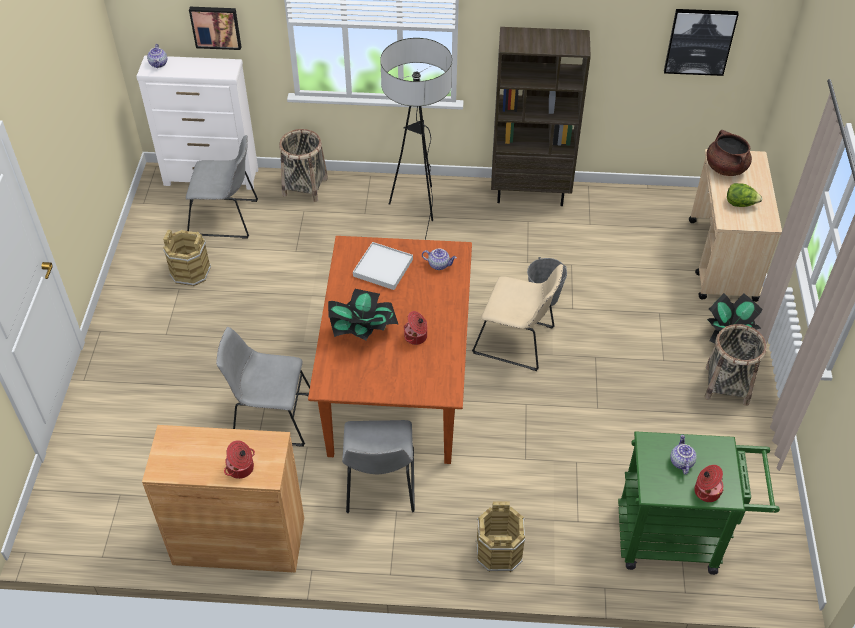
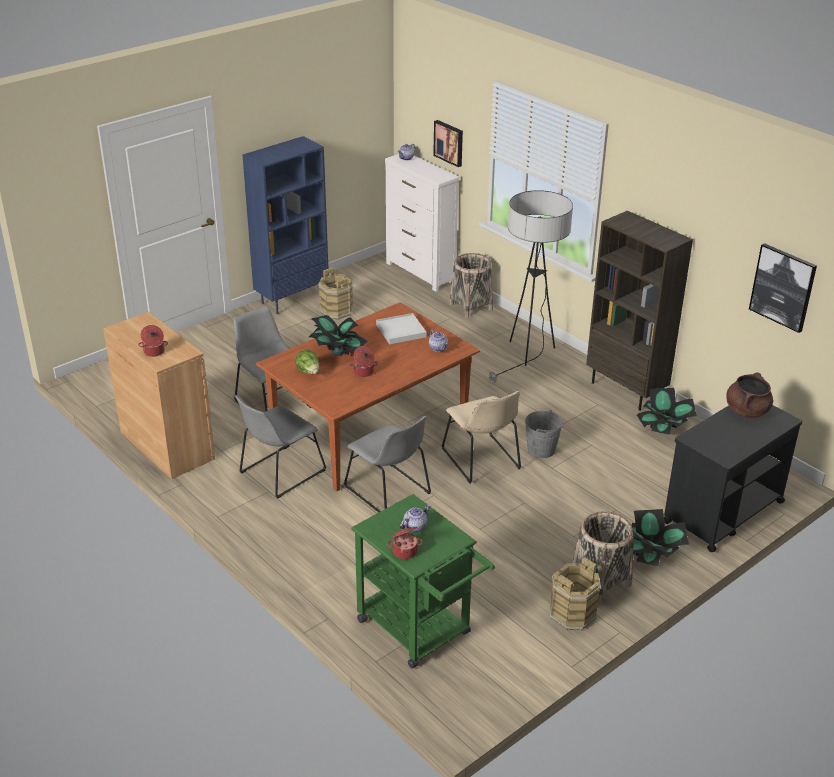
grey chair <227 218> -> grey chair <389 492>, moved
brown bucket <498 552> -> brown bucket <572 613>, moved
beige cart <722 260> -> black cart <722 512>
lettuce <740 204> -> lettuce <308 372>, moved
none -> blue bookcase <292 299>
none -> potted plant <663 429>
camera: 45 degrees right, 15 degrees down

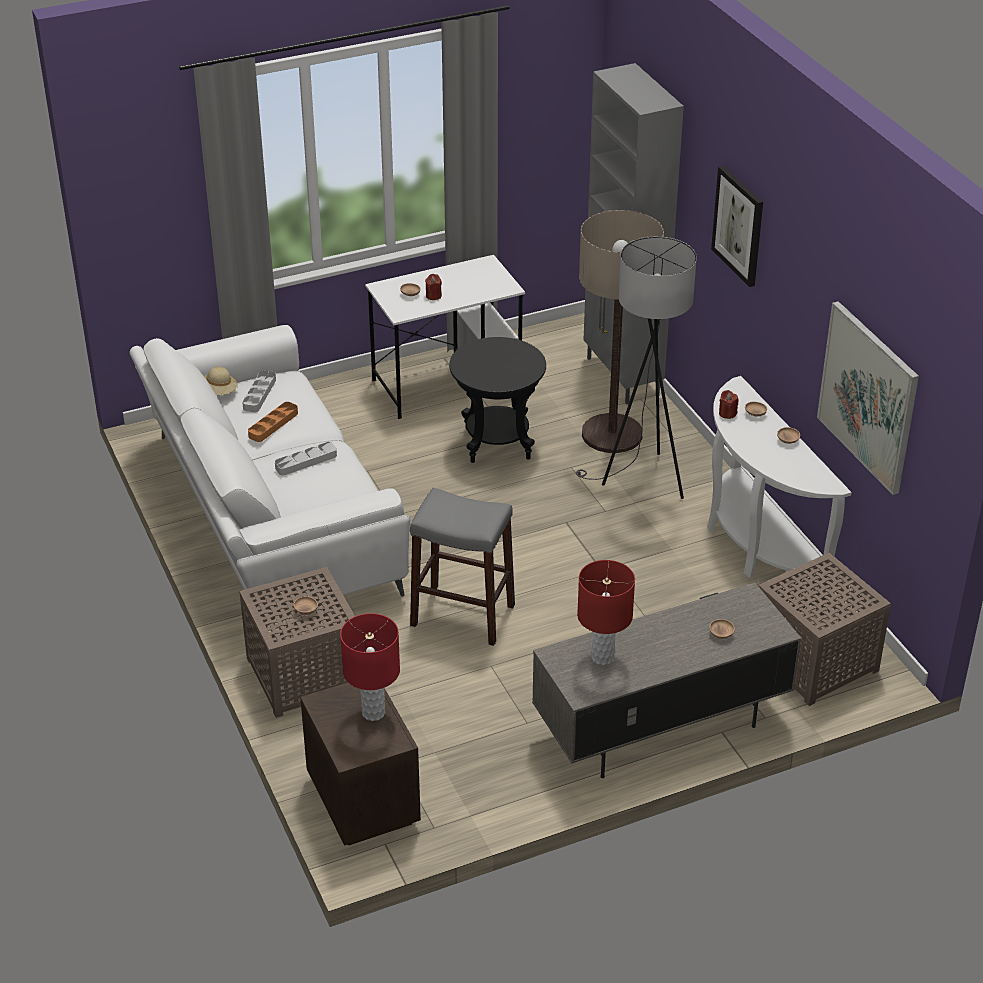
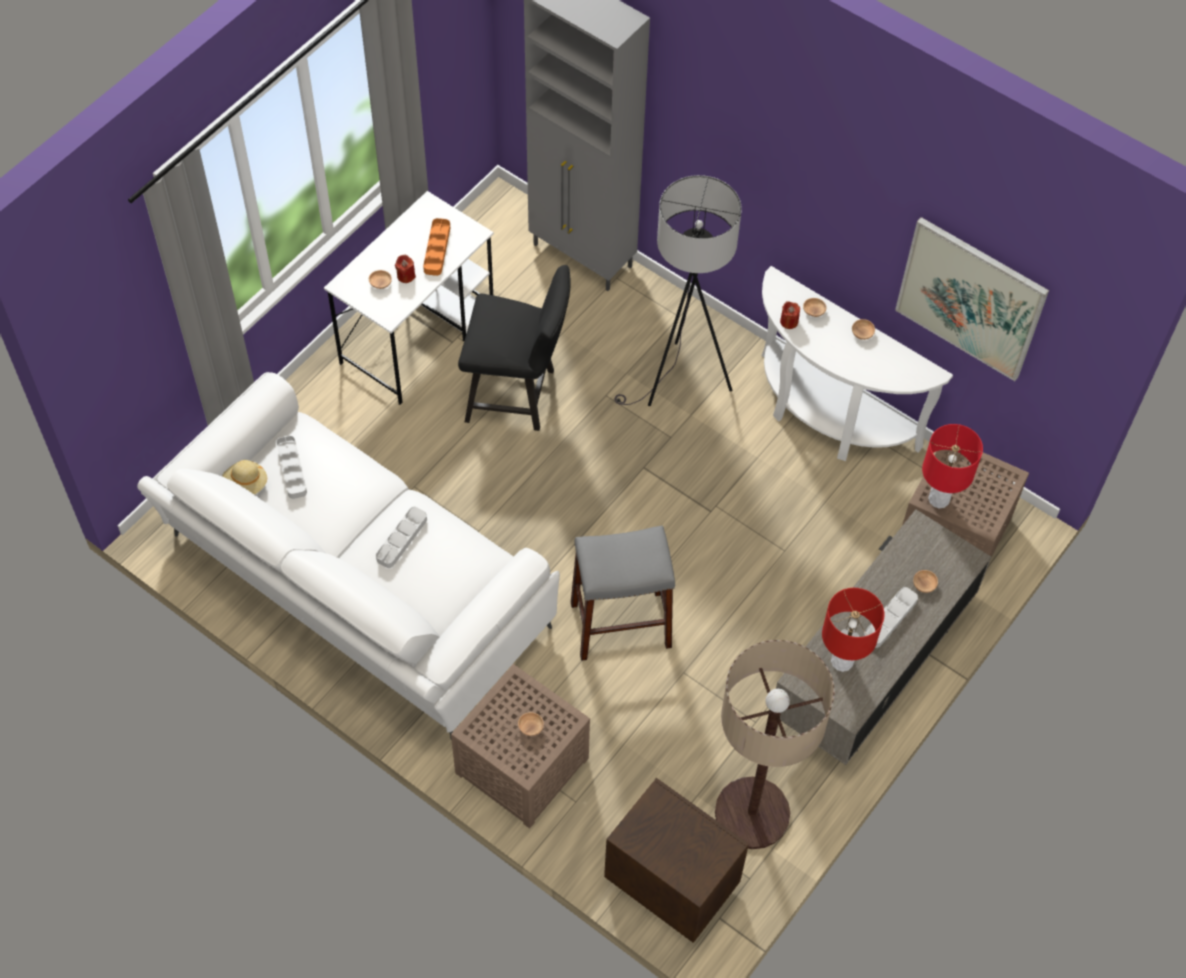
orange tray <273 424> -> orange tray <437 249>, moved
red table lamp <373 713> -> red table lamp <939 499>, moved
black side table <497 444> -> black chair <517 395>
floor lamp <612 434> -> floor lamp <752 813>, moved
picture <739 225> -> none
none -> grey tray <890 619>
camera: 30 degrees left, 20 degrees up

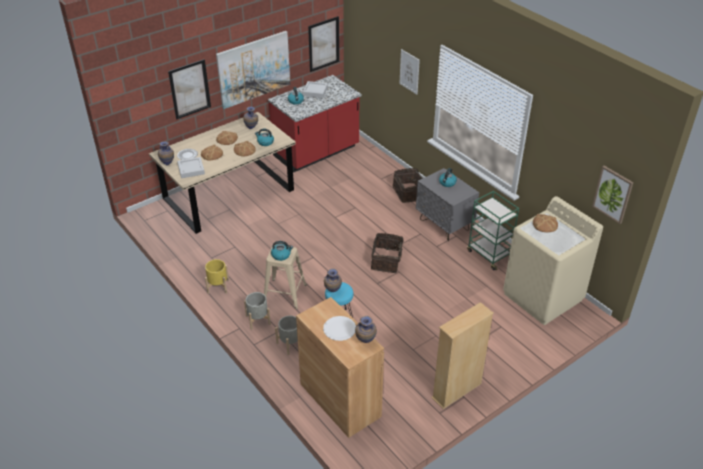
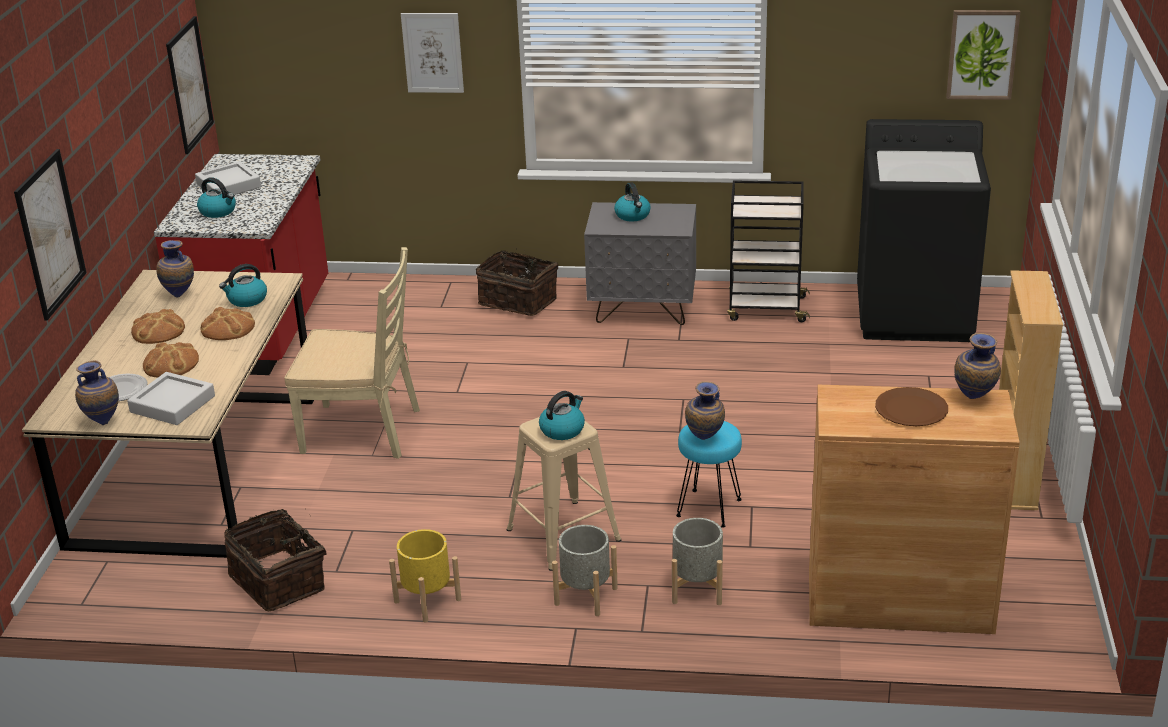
picture <254 69> -> none
white plate <339 329> -> brown plate <911 409>
basket <387 261> -> basket <280 581>, moved
green cart <489 254> -> black cart <765 308>
beige washing machine <543 297> -> black washing machine <915 314>
bread <545 224> -> none
none -> beige chair <362 431>
camera: 45 degrees left, 10 degrees down

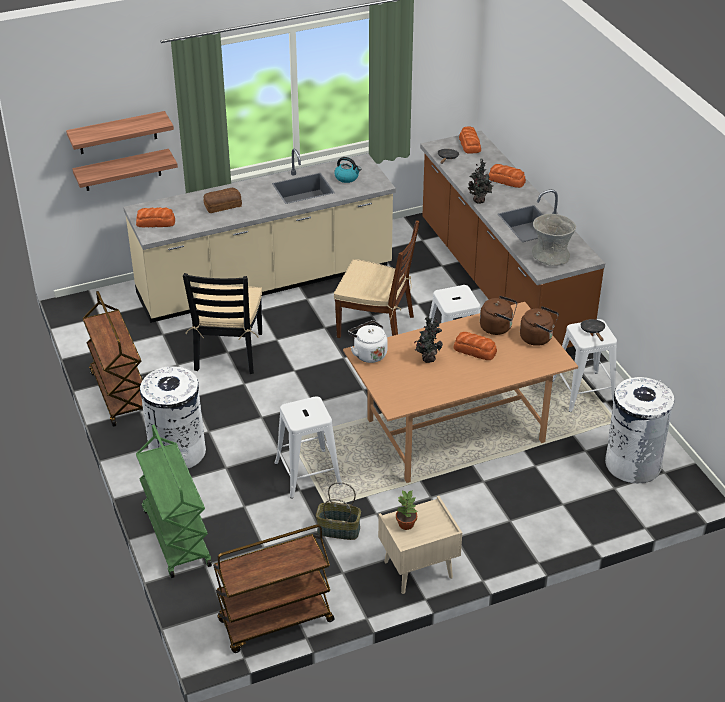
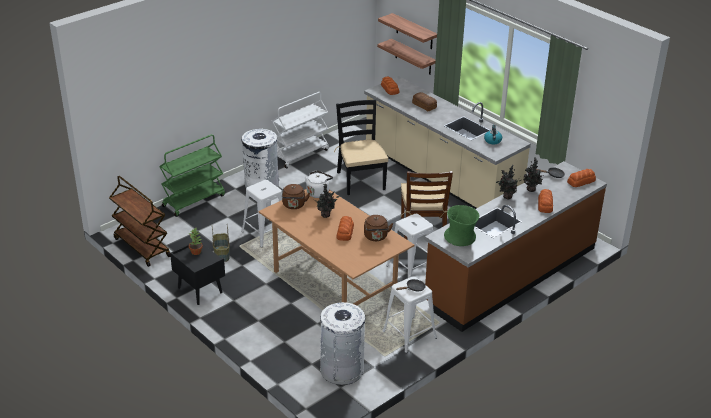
brown cart <119 394> -> white cart <300 154>
black chair <228 352> -> black chair <360 180>, 90 degrees clockwise
beige nightstand <417 570> -> black nightstand <199 290>
brown kettle <538 338> -> brown kettle <294 205>, moved
grey vase <551 255> -> green vase <460 237>
none -> potted plant <531 190>
camera: 70 degrees right, 5 degrees down

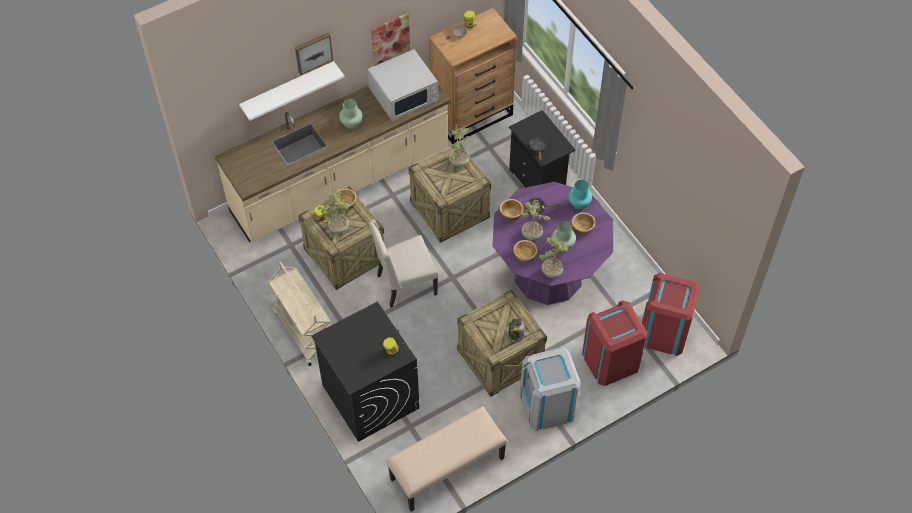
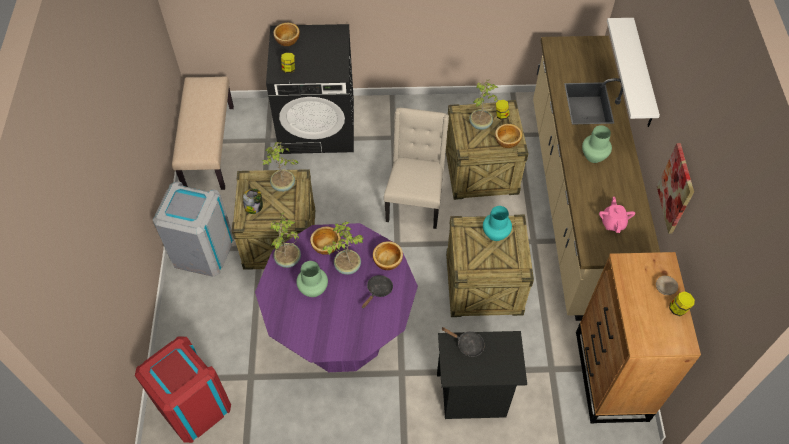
beige cart <304 331> -> none
picture <313 52> -> none
white microwave <404 94> -> pink teapot <613 223>
potted plant <459 161> -> potted plant <283 185>, moved
turquoise vase <579 203> -> turquoise vase <495 234>, moved
bowl <583 227> -> bowl <287 40>, moved
red trash can <610 361> -> none
camera: 120 degrees right, 0 degrees up

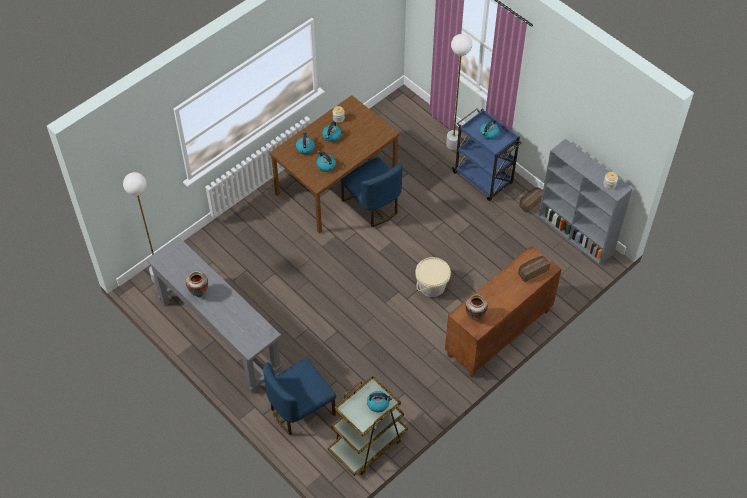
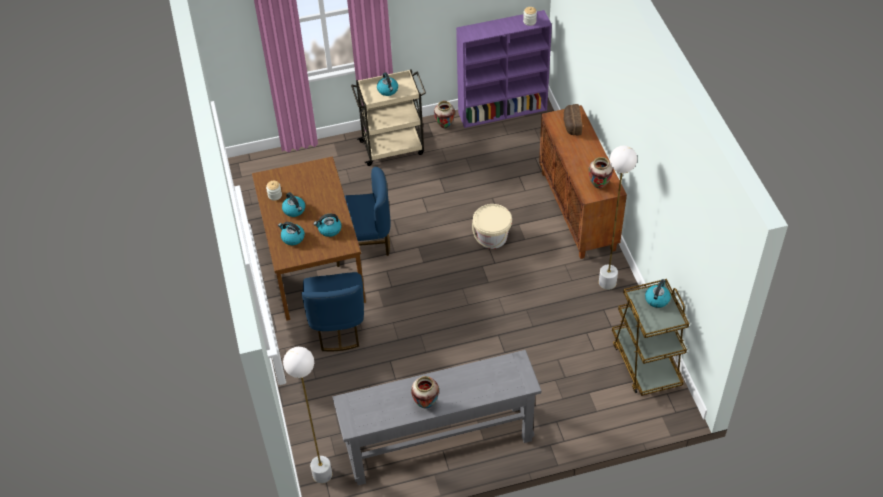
blue chair <300 409> -> blue chair <338 327>, moved
white floor lamp <453 144> -> white floor lamp <607 282>, moved
blue cart <483 179> -> beige cart <393 147>
bread <530 202> -> vase <445 126>
grey bookcase <576 234> -> purple bookcase <503 111>
camera: 60 degrees left, 5 degrees down

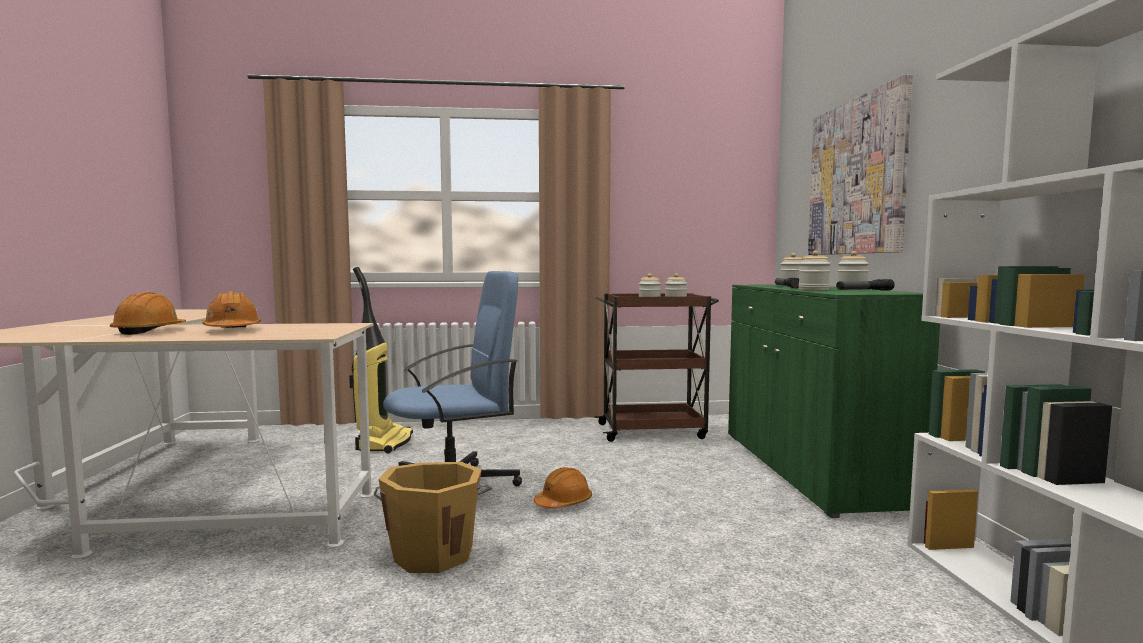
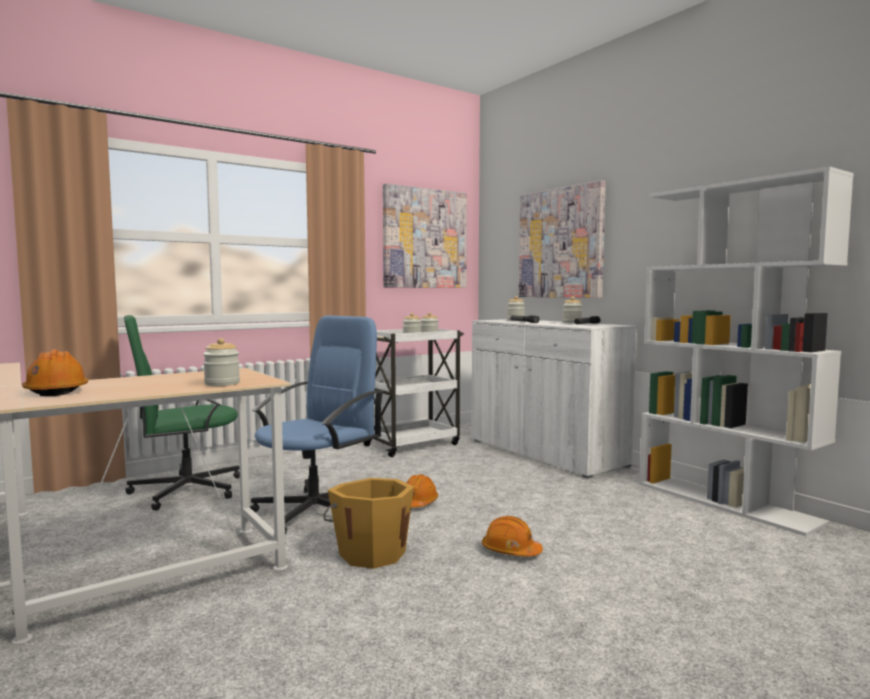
orange hard hat <232 330> -> orange hard hat <510 551>, moved
vacuum cleaner <384 442> -> green office chair <185 490>
brown cart <653 431> -> white cart <413 445>
green cabinet <809 469> -> white cabinet <545 453>
jar <813 289> -> jar <222 383>, moved
none -> picture <424 238>
camera: 30 degrees left, 0 degrees up

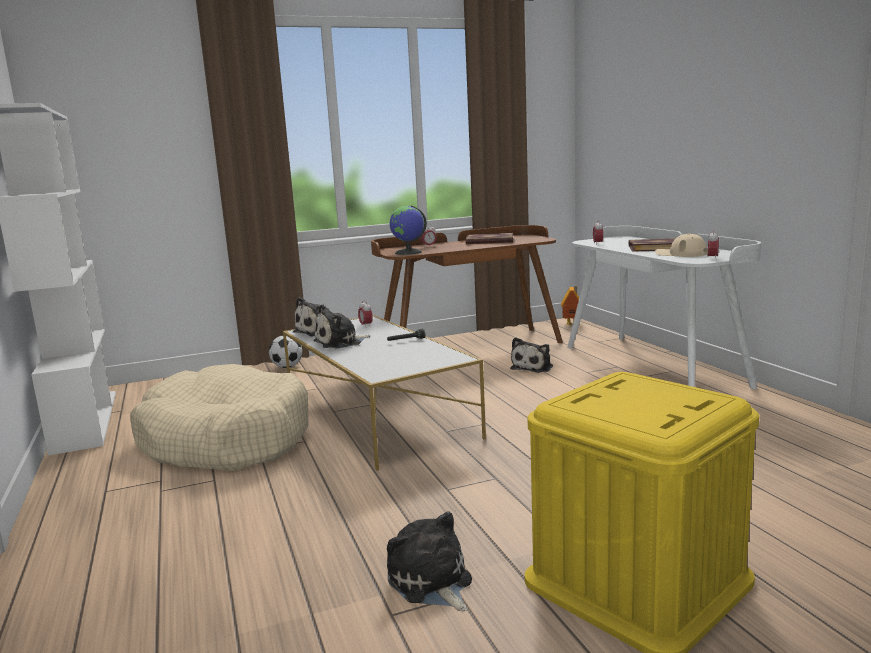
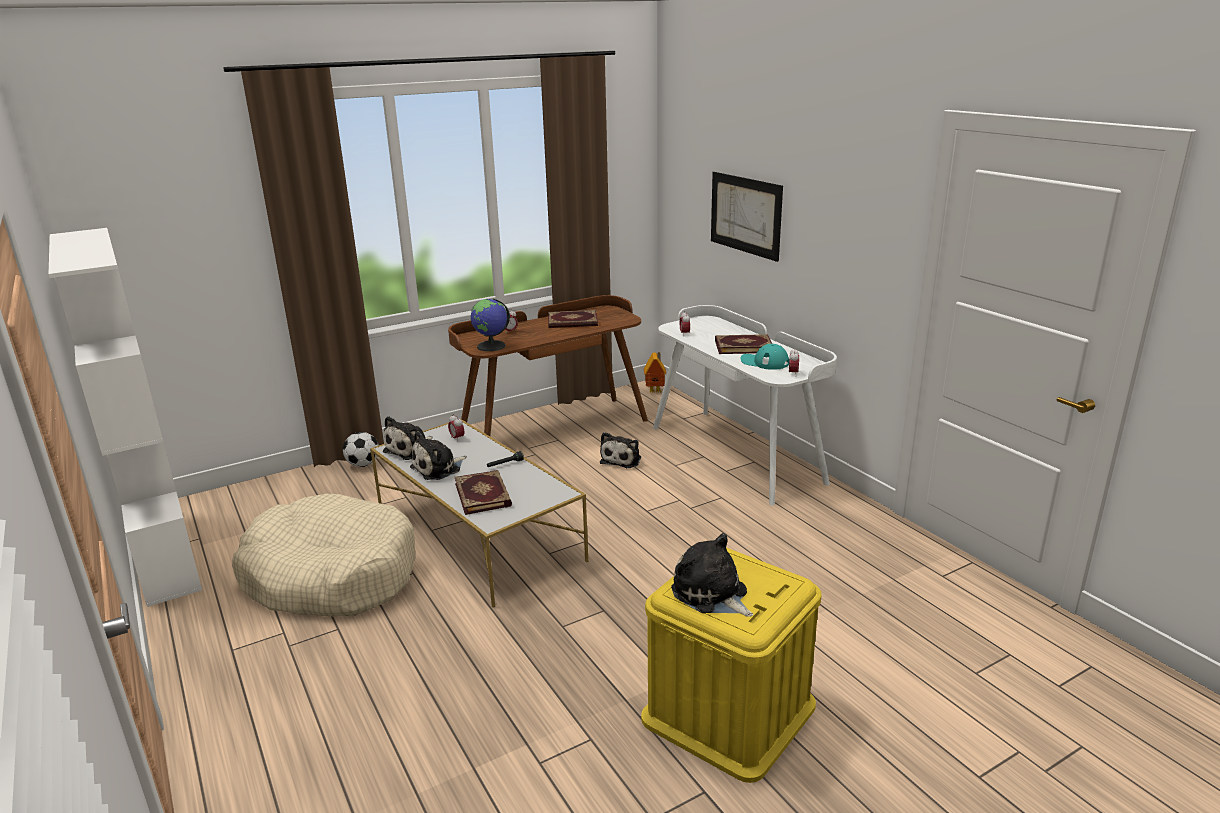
plush toy <431 582> -> plush toy <712 594>, moved
beige cap <680 254> -> turquoise cap <764 362>
none -> book <484 494>
none -> picture <745 215>
camera: 10 degrees left, 10 degrees up

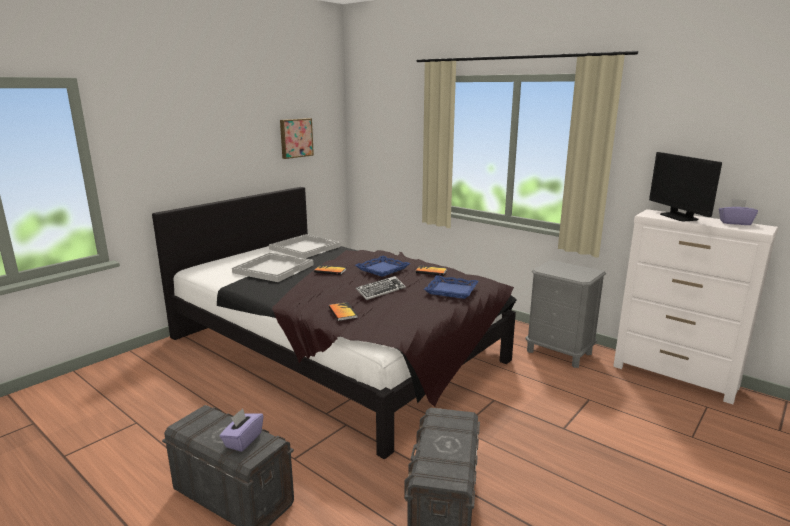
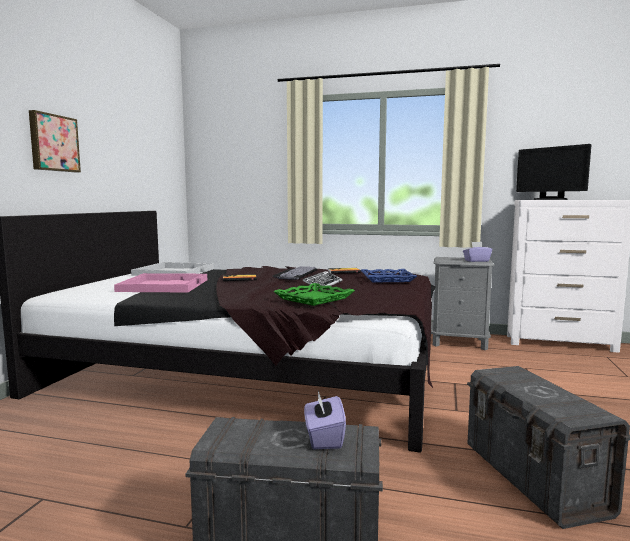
white tray <273 268> -> pink tray <163 285>
picture <295 138> -> picture <53 143>, moved
book <342 312> -> green tray <314 298>
blue tray <382 269> -> keyboard <294 273>
purple tissue box <735 223> -> purple tissue box <476 261>, moved
camera: 25 degrees left, 10 degrees down

